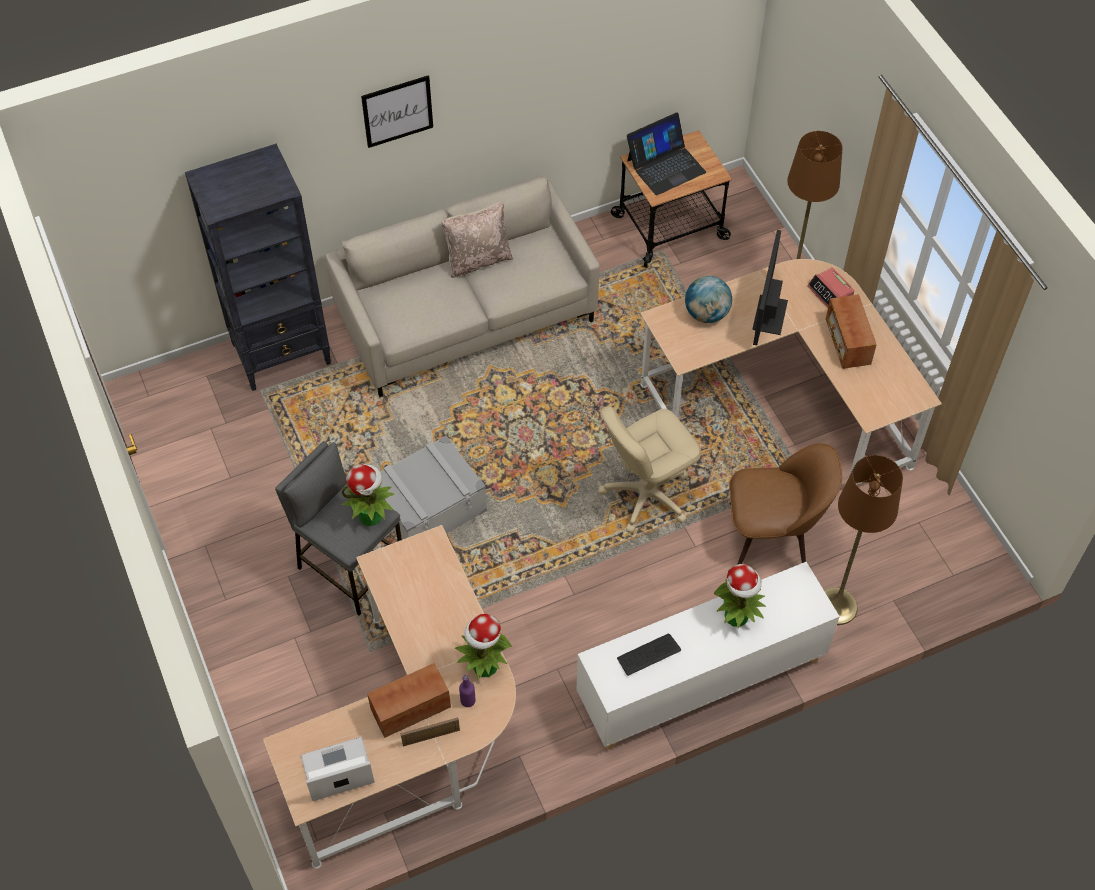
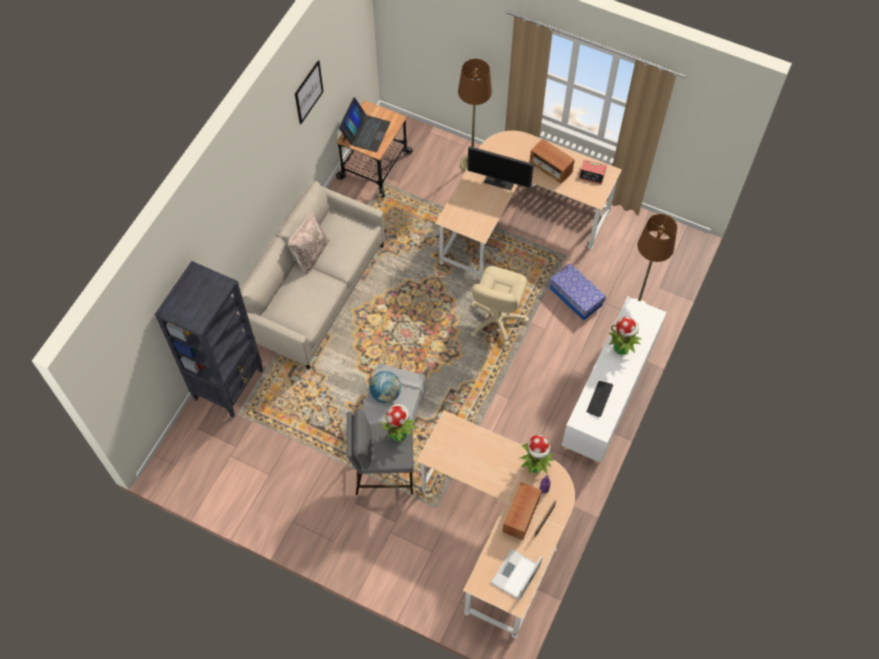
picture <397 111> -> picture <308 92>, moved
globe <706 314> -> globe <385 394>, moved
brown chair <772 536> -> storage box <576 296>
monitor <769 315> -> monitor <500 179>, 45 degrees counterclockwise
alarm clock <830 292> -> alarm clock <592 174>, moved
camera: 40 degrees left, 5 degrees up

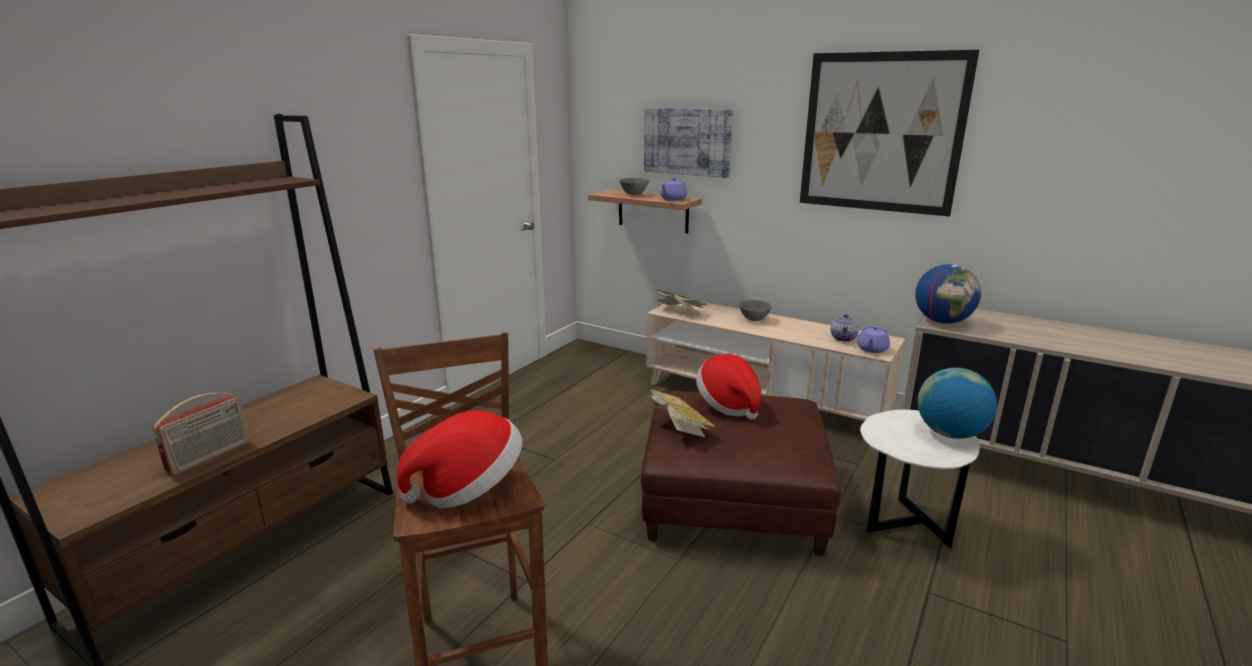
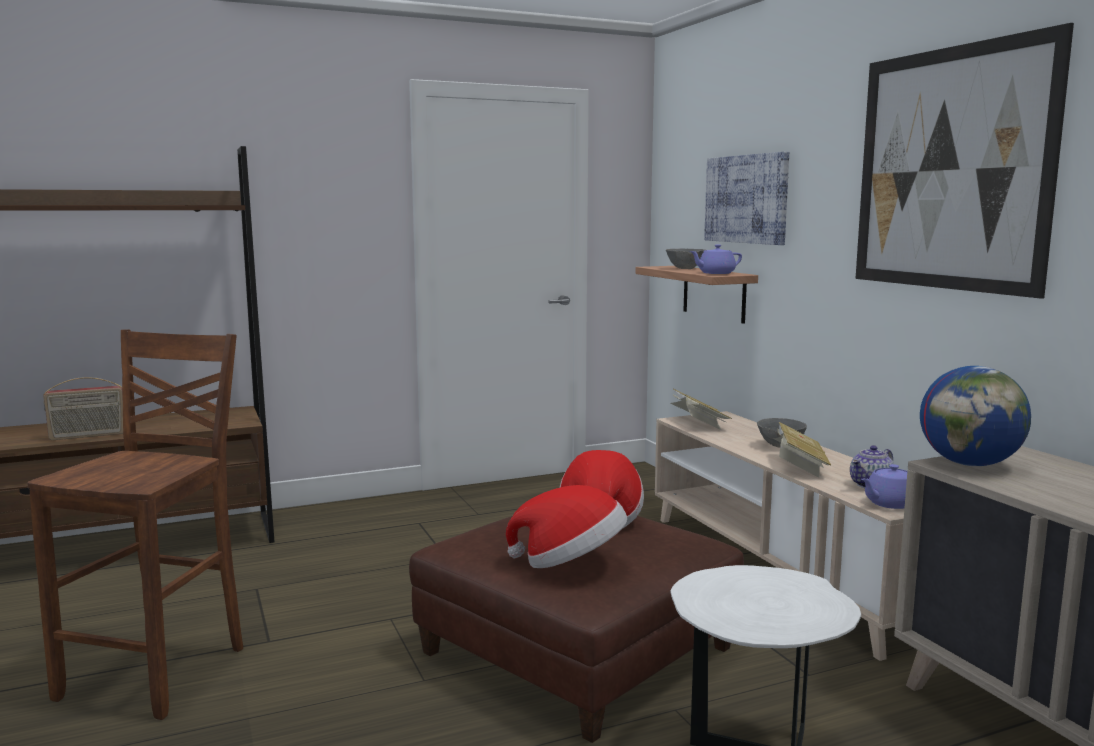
hat <469 488> -> hat <570 562>, moved
book <679 427> -> book <799 466>, moved
globe <949 434> -> none
camera: 35 degrees right, 10 degrees down

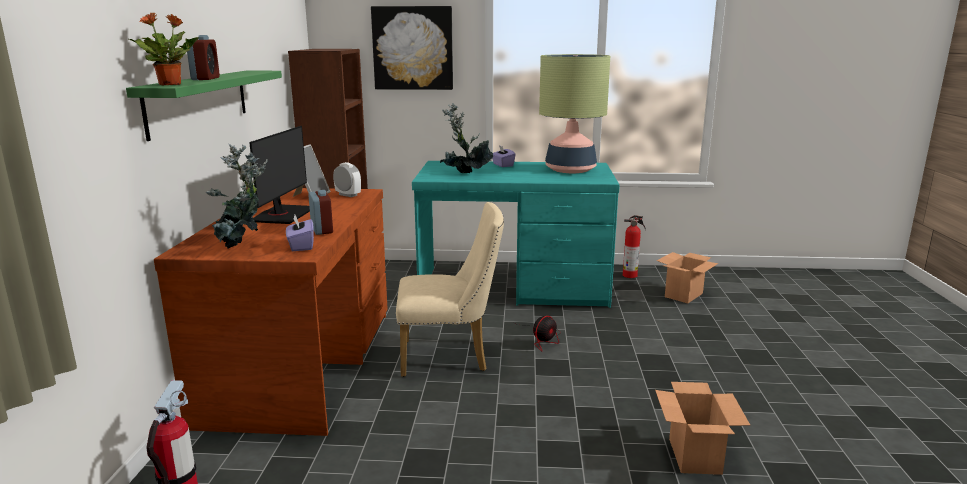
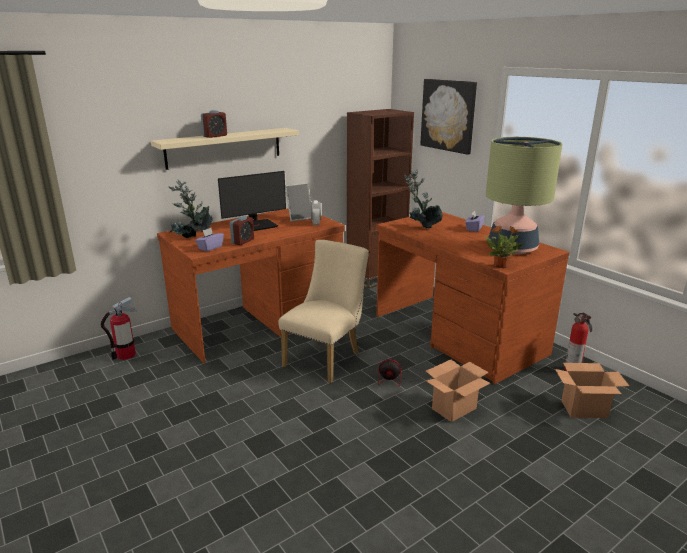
green shelf <199 101> -> beige shelf <224 148>
potted plant <171 84> -> potted plant <501 266>, moved
beige chair <451 357> -> beige chair <326 358>, 105 degrees counterclockwise
turquoise desk <515 287> -> brown desk <457 334>
cardboard box <694 455> -> cardboard box <454 408>, moved
camera: 50 degrees right, 5 degrees up

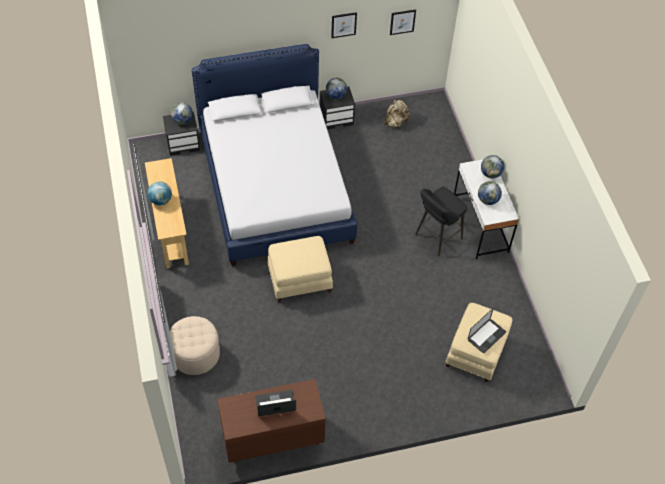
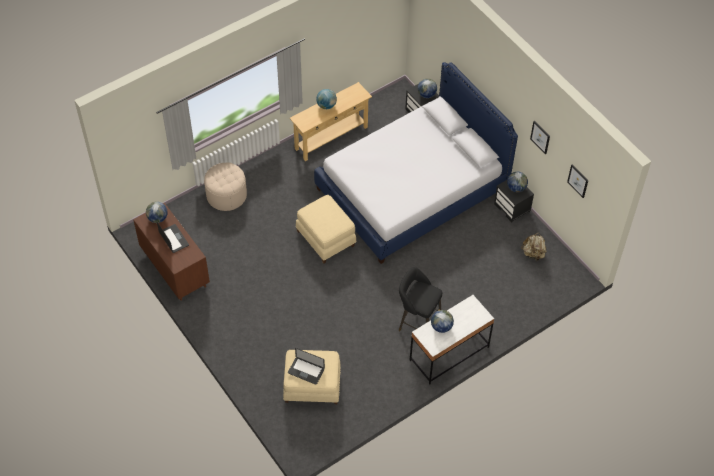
globe <490 174> -> globe <157 218>, moved
camera: 70 degrees right, 0 degrees up

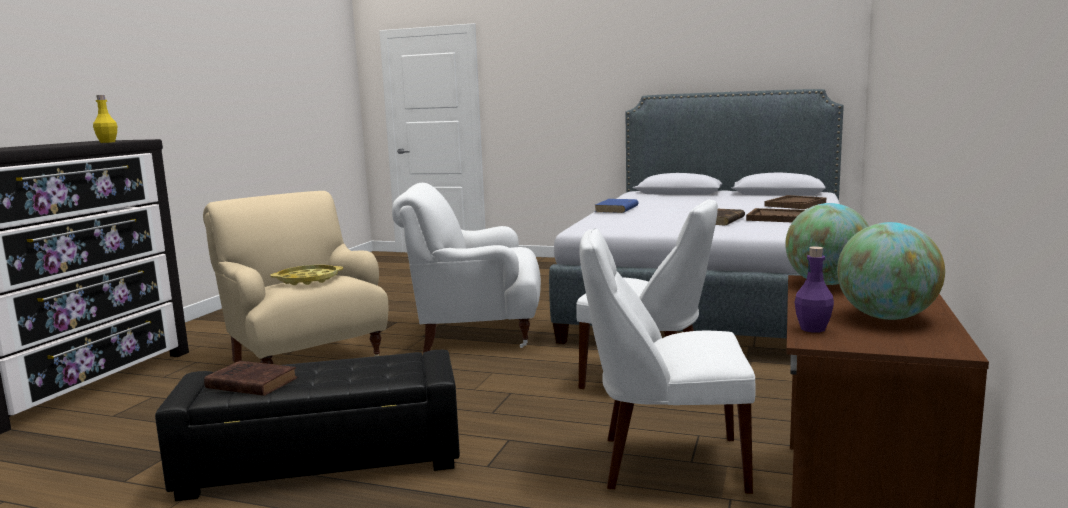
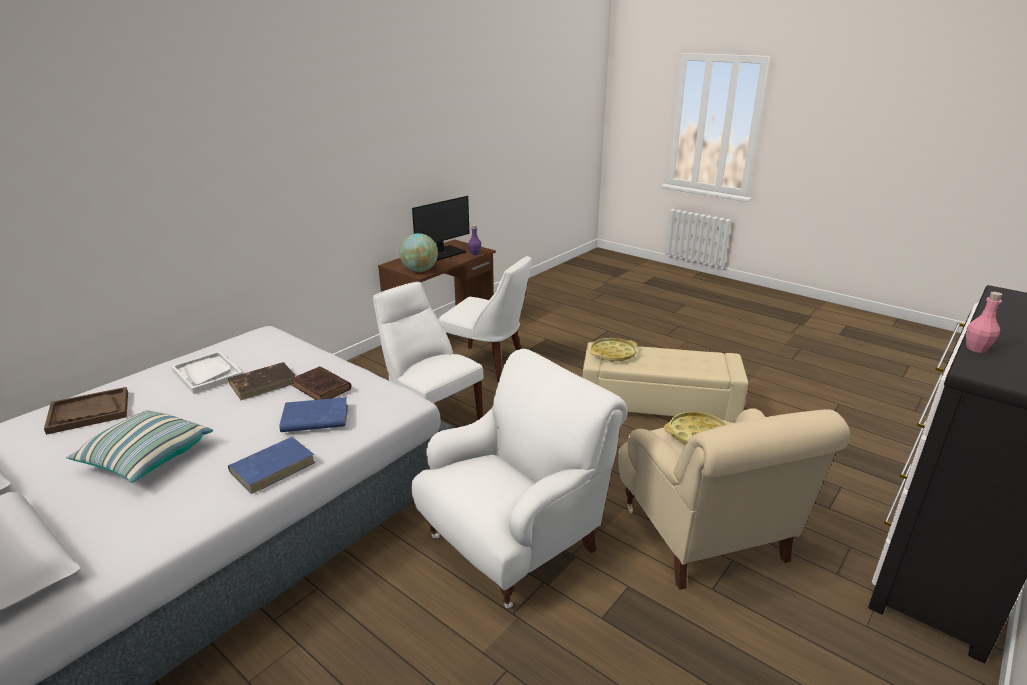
yellow bottle <107 142> -> pink bottle <976 349>
black ottoman <323 461> -> beige ottoman <658 404>
brown book <250 383> -> brown book <322 388>, moved
white armchair <475 333> -> white armchair <515 542>, 60 degrees counterclockwise
brown tray <780 218> -> white tray <207 374>
globe <886 317> -> monitor <442 253>
none -> pillow <146 458>
none -> blue book <314 419>
none -> yellow tray <613 353>
camera: 160 degrees left, 15 degrees up

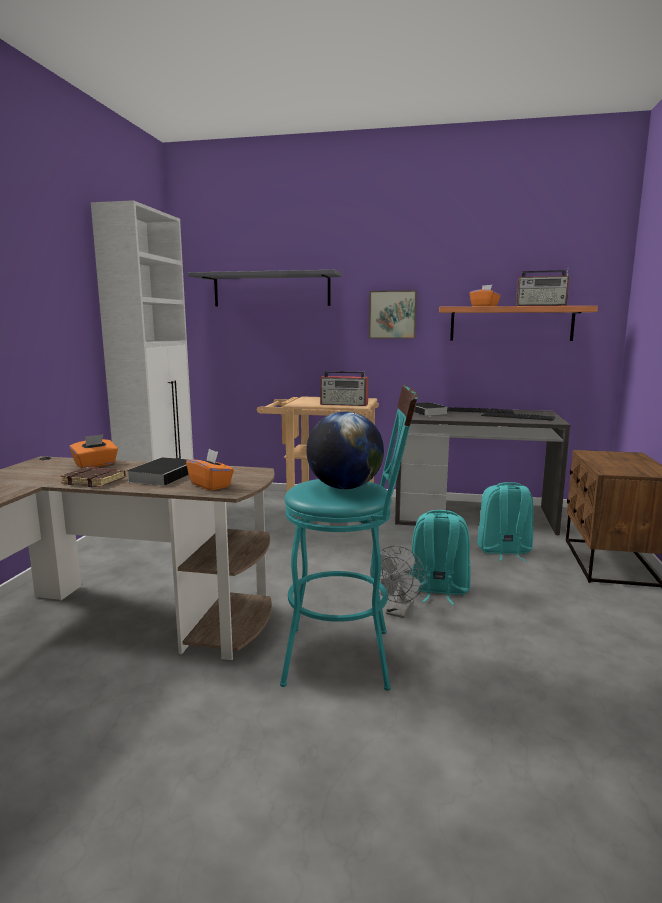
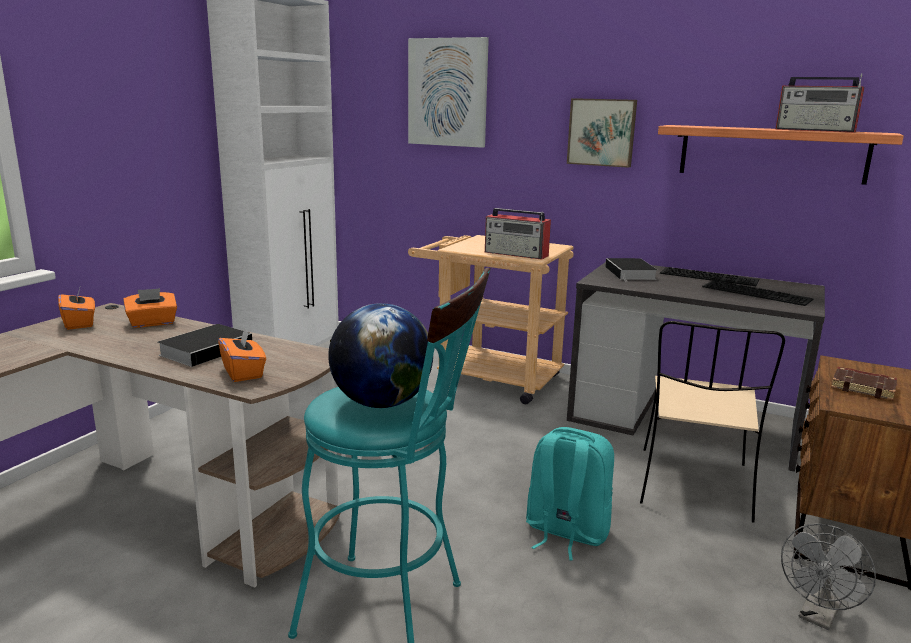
brown book <95 481> -> brown book <864 387>, moved
grey shelf <271 290> -> picture <448 92>
grey fan <398 612> -> grey fan <818 617>, moved
orange tissue box <484 306> -> orange tissue box <79 323>, moved
turquoise backpack <503 551> -> beige chair <694 486>
camera: 15 degrees right, 5 degrees up

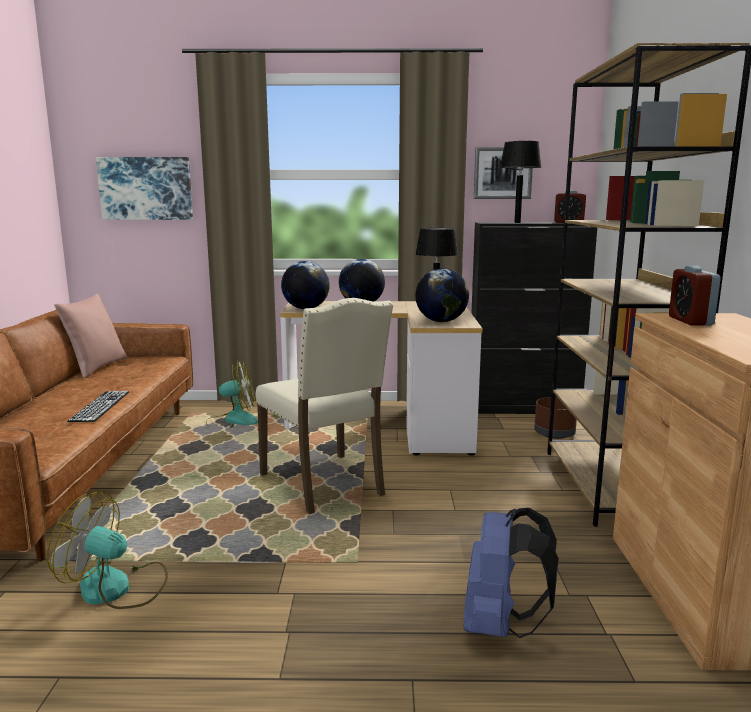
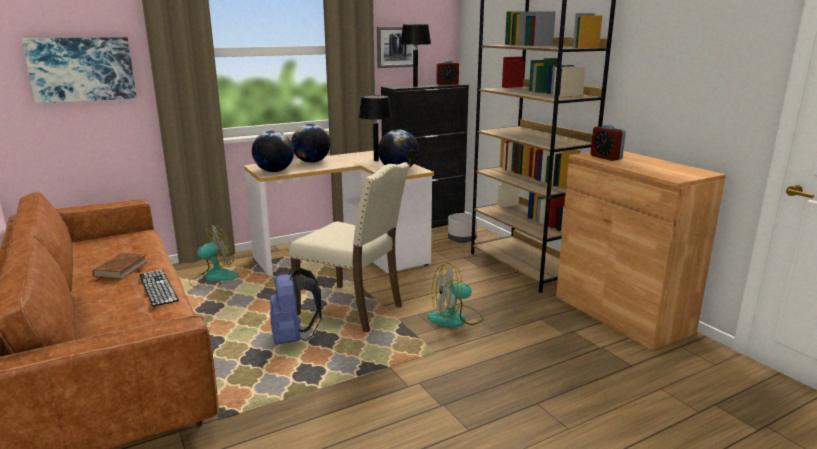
fan <117 588> -> fan <455 319>, moved
pink pillow <96 367> -> none
blue backpack <500 626> -> blue backpack <293 338>, moved
brown planter <554 434> -> grey planter <462 239>
none -> brown book <120 269>
camera: 30 degrees left, 5 degrees up

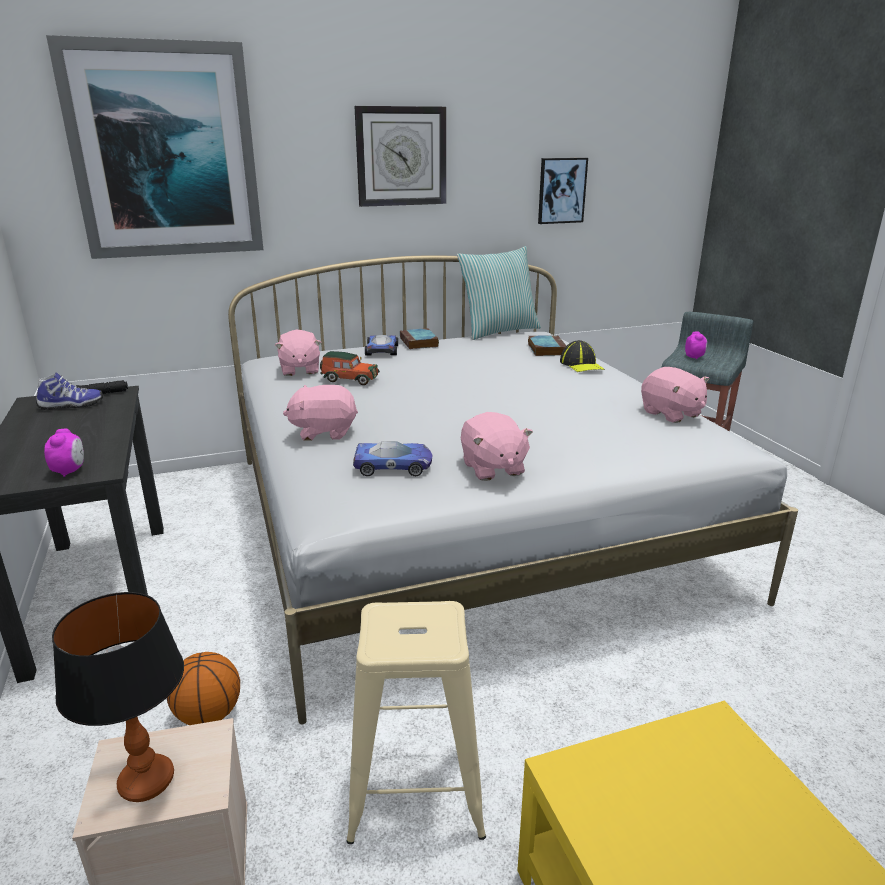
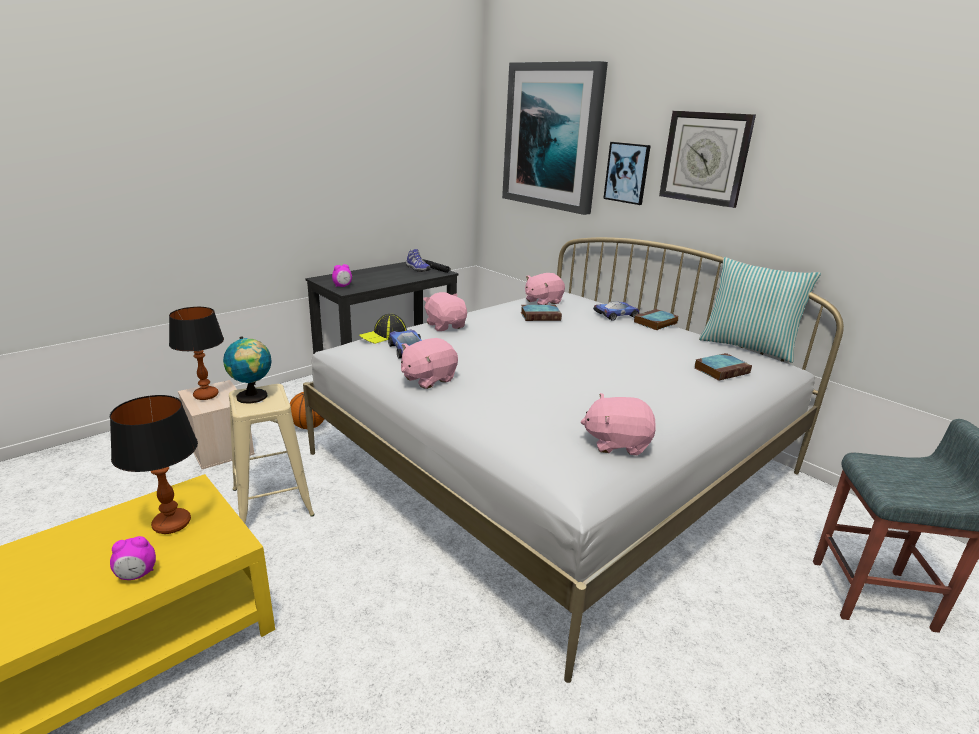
toy car <349 379> -> book <541 316>
picture <561 190> -> picture <627 173>, moved
cap <581 365> -> cap <384 335>, moved
pink plush toy <671 414> -> pink plush toy <616 443>, 60 degrees clockwise
alarm clock <694 357> -> alarm clock <137 575>, moved
none -> table lamp <172 524>
none -> globe <253 397>
camera: 65 degrees right, 0 degrees up

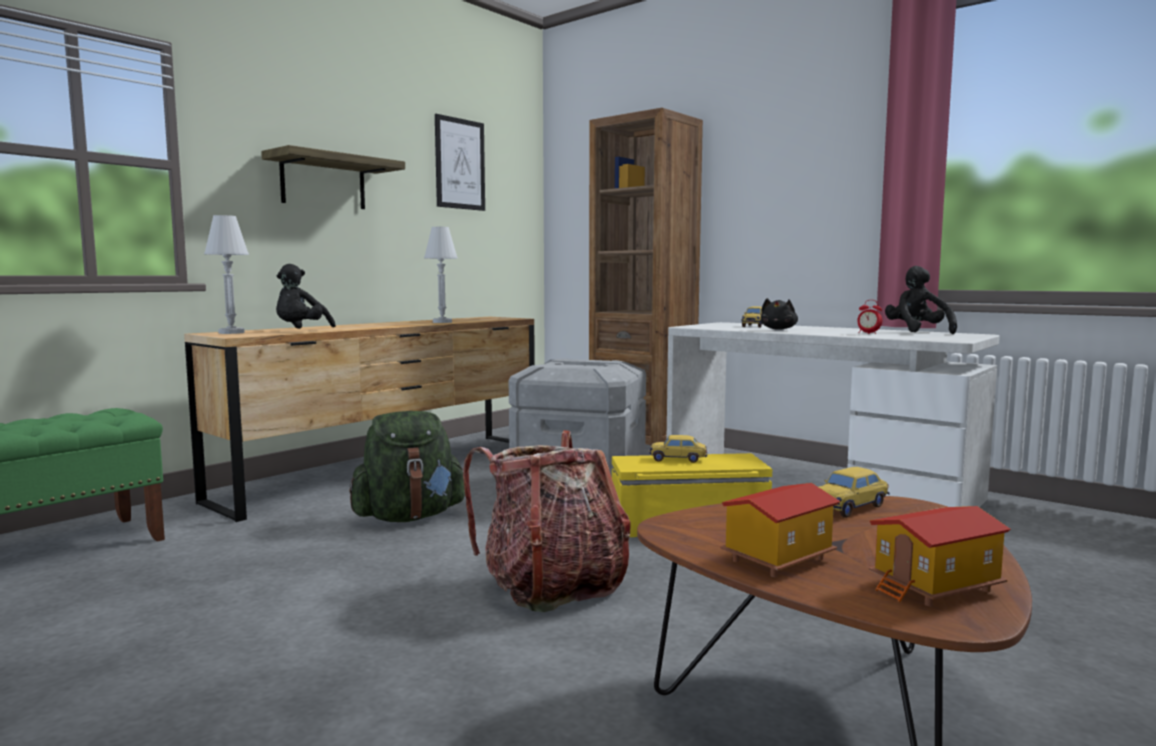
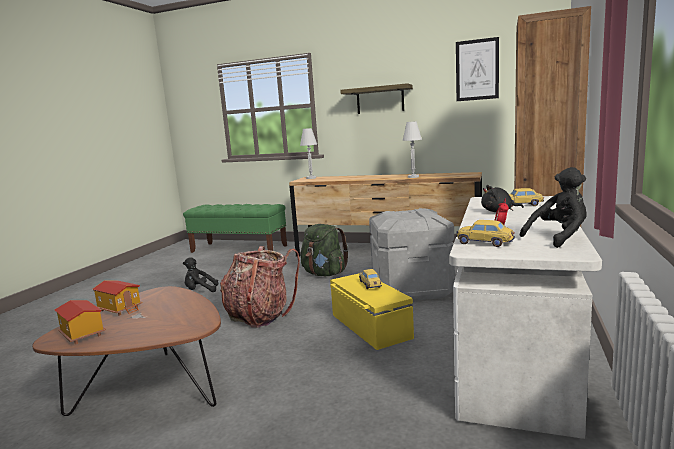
black plush toy <301 331> -> black plush toy <200 291>, moved
toy car <850 507> -> toy car <484 243>, moved
camera: 70 degrees right, 5 degrees up

